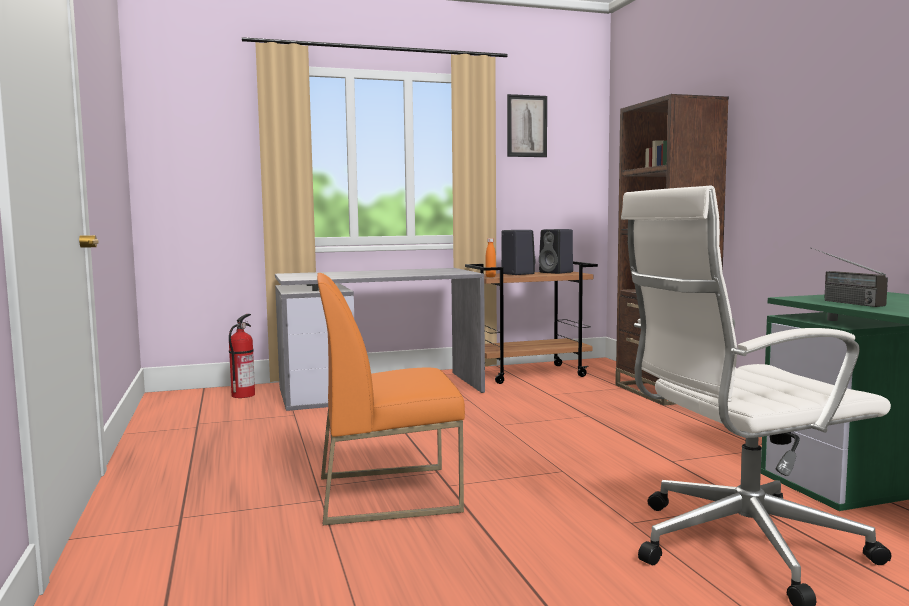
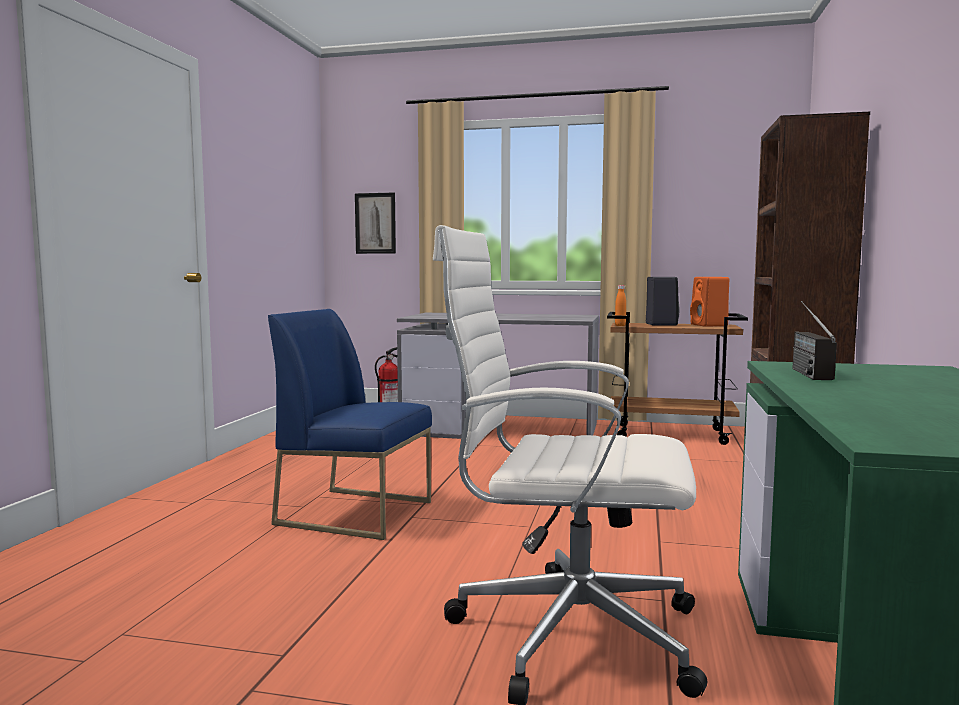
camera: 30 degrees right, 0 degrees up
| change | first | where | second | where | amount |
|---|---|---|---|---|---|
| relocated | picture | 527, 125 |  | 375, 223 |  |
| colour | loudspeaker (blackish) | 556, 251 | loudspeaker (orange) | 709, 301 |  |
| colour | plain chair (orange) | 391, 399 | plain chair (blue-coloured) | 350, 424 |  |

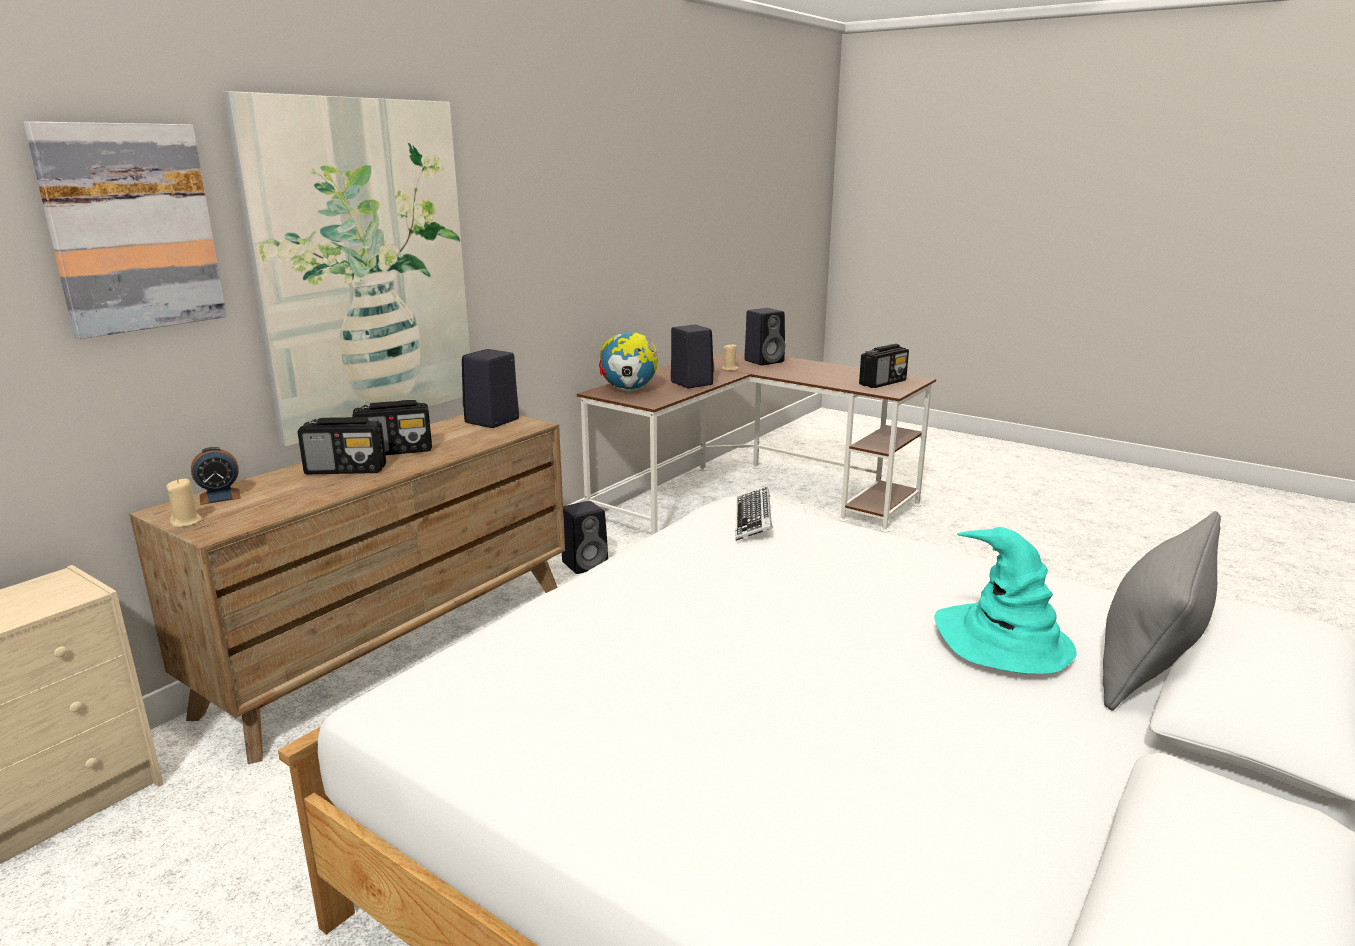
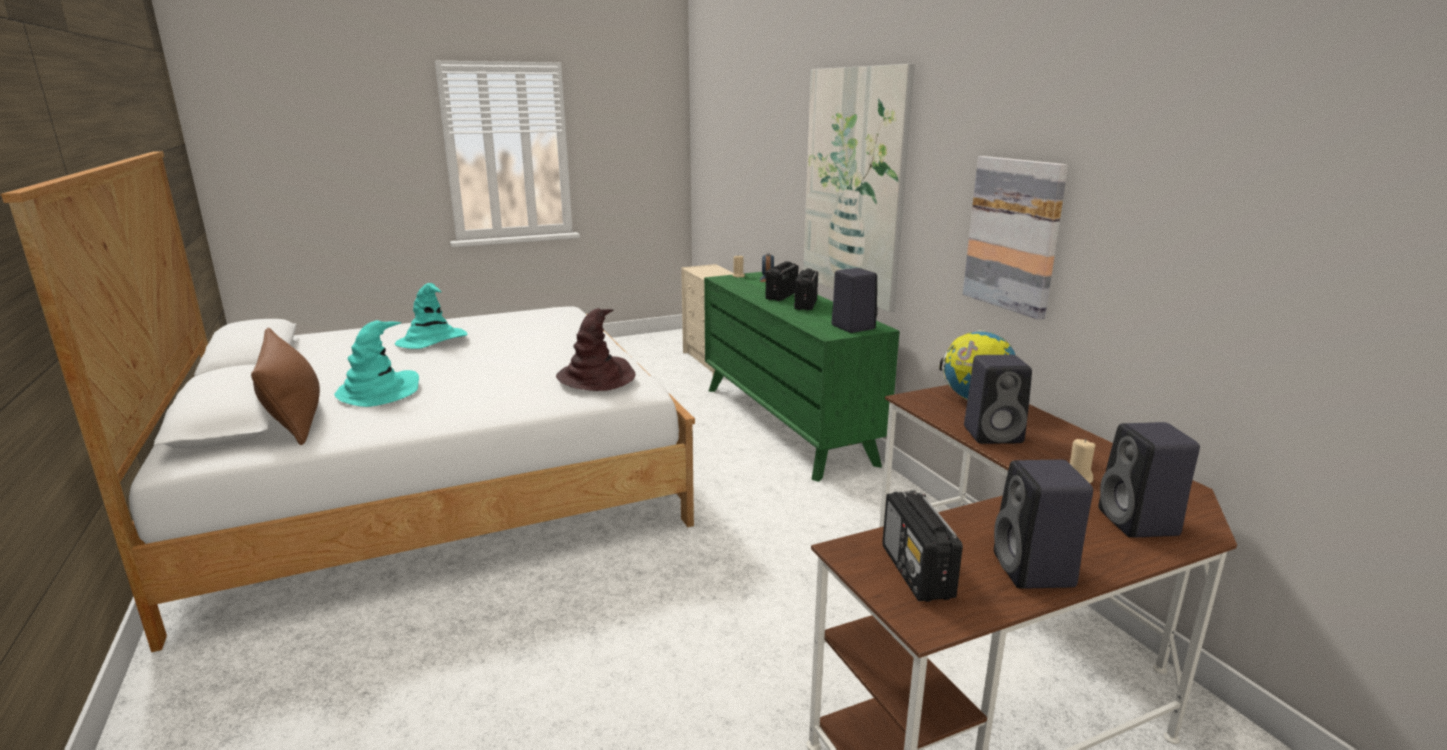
camera: 120 degrees right, 0 degrees up
| change | first | where | second | where | amount |
|---|---|---|---|---|---|
| relocated | picture | 125, 230 |  | 1015, 238 |  |
| colour | chest of drawers (brown) | 347, 589 | chest of drawers (greenish) | 802, 377 |  |
| exchanged | PC keyboard | 754, 514 | hat (brown) | 596, 349 |  |
| relocated | loudspeaker (blackish) | 585, 537 |  | 1043, 524 |  |
| colour | cushion (gray) | 1162, 611 | cushion (brown) | 285, 386 |  |
| appeared |  |  | hat (turquoise-coloured) | 431, 316 |  |

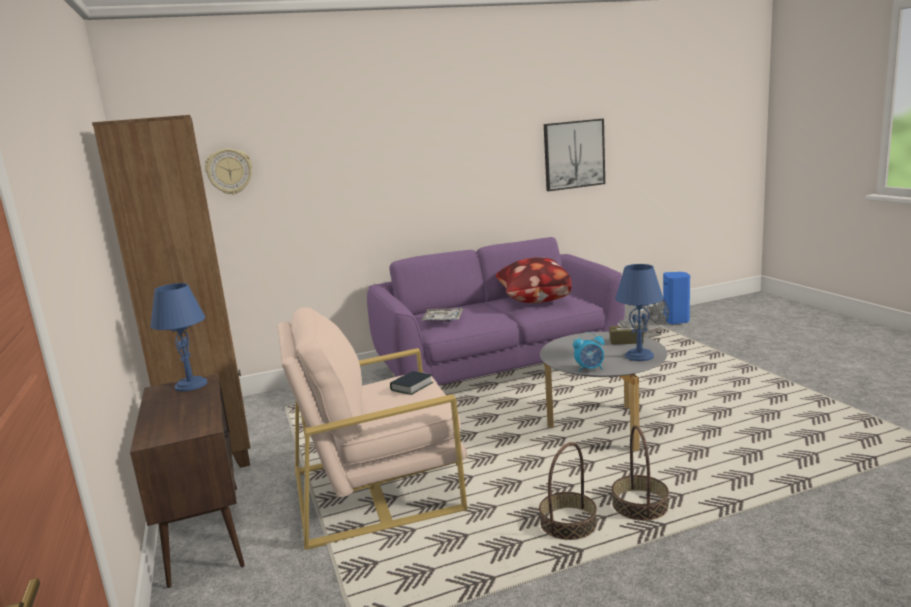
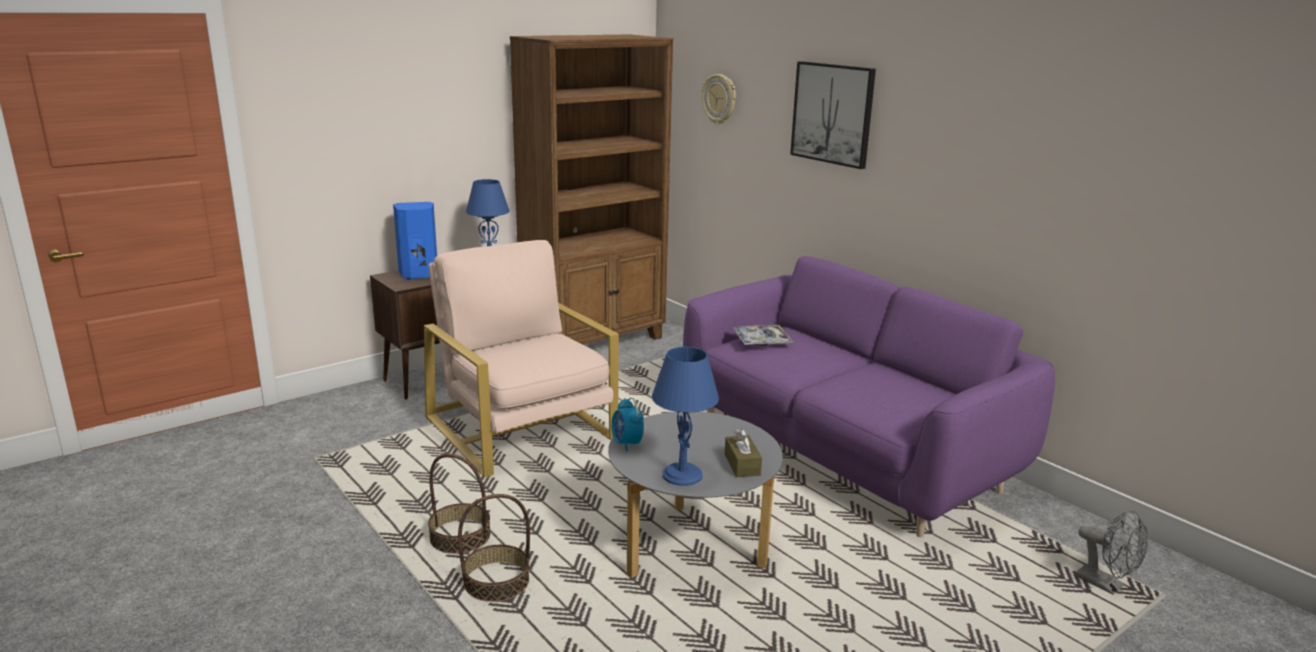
camera: 70 degrees right, 5 degrees up
| change | first | where | second | where | amount |
|---|---|---|---|---|---|
| relocated | picture | 574, 155 |  | 833, 115 |  |
| missing | cushion | 534, 280 |  |  |  |
| relocated | loudspeaker (blue-coloured) | 676, 298 |  | 415, 240 |  |
| missing | volume | 411, 383 |  |  |  |

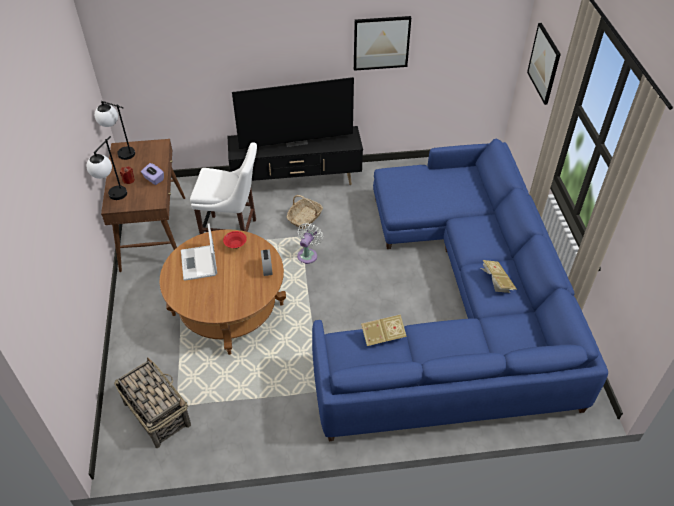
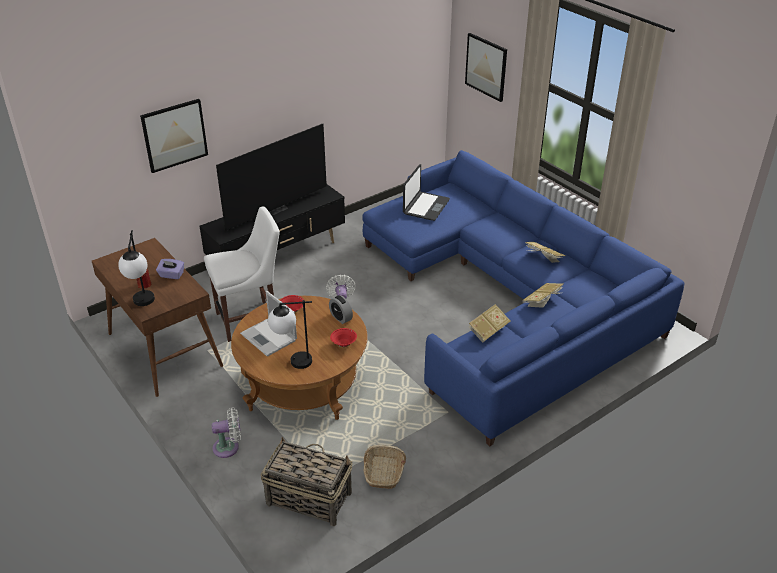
camera: 30 degrees left, 10 degrees down
| change | first | where | second | where | amount |
|---|---|---|---|---|---|
| relocated | picture | 382, 43 |  | 174, 136 |  |
| relocated | tabletop lamp | 115, 130 |  | 290, 334 |  |
| relocated | household basket | 305, 212 |  | 385, 467 |  |
| appeared |  |  | portable computer | 426, 192 |  |
| appeared |  |  | volume | 542, 295 |  |
| appeared |  |  | bowl (red-coloured) | 343, 337 |  |
| appeared |  |  | fan (white-coloured) | 226, 432 |  |

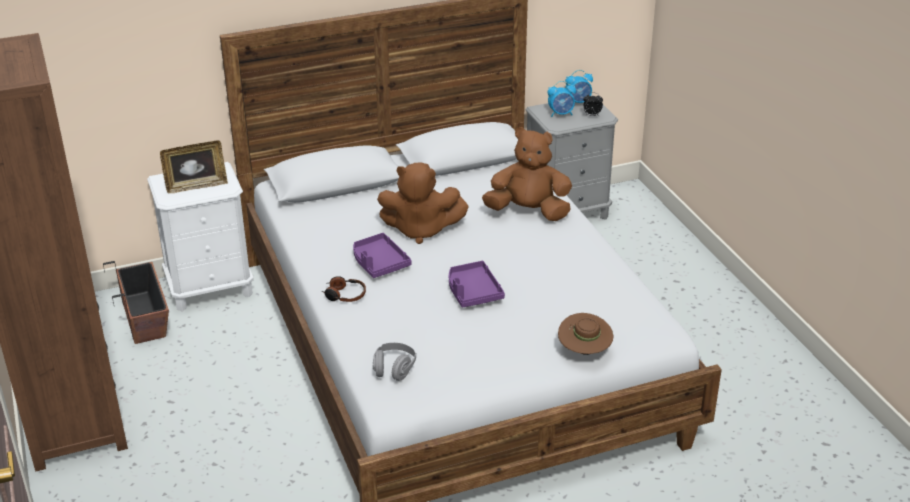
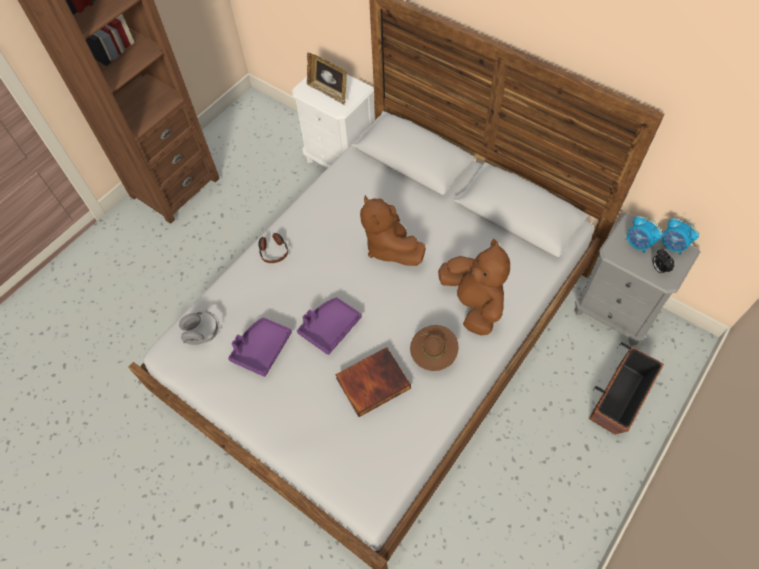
camera: 60 degrees right, 25 degrees up
| change | first | where | second | where | amount |
|---|---|---|---|---|---|
| relocated | serving tray (purple-coloured) | 382, 255 |  | 260, 347 |  |
| relocated | planter | 136, 302 |  | 626, 388 |  |
| relocated | hat (brown) | 585, 334 |  | 434, 348 |  |
| appeared |  |  | volume | 373, 382 |  |

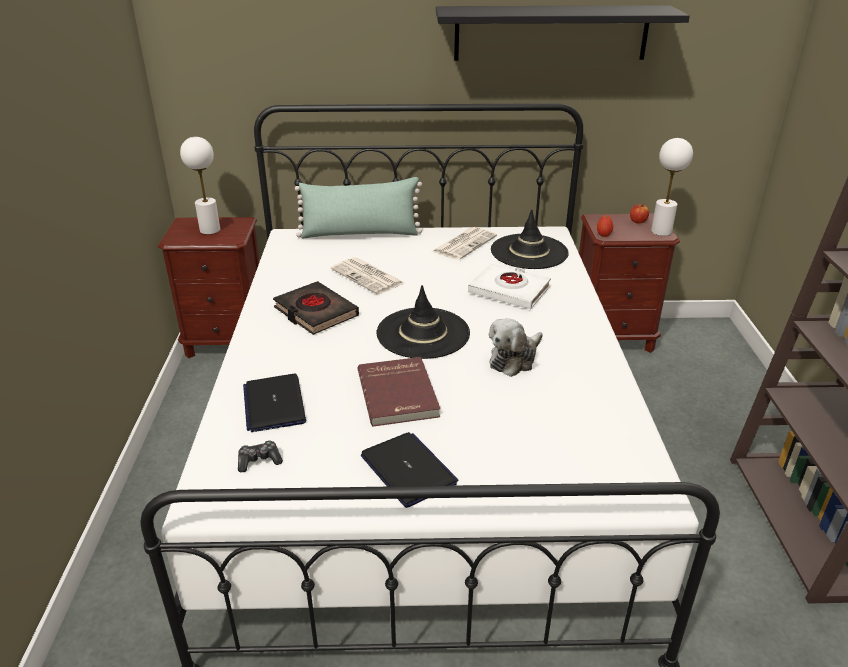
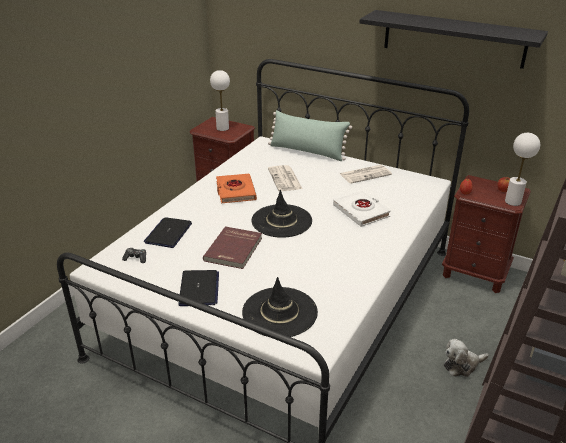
camera: 30 degrees right, 0 degrees up
| change | first | where | second | where | amount |
|---|---|---|---|---|---|
| relocated | hat (blackish) | 530, 239 |  | 280, 307 |  |
| colour | volume (blackish) | 316, 308 | volume (orange) | 236, 188 |  |
| relocated | soft toy | 516, 347 |  | 466, 358 |  |

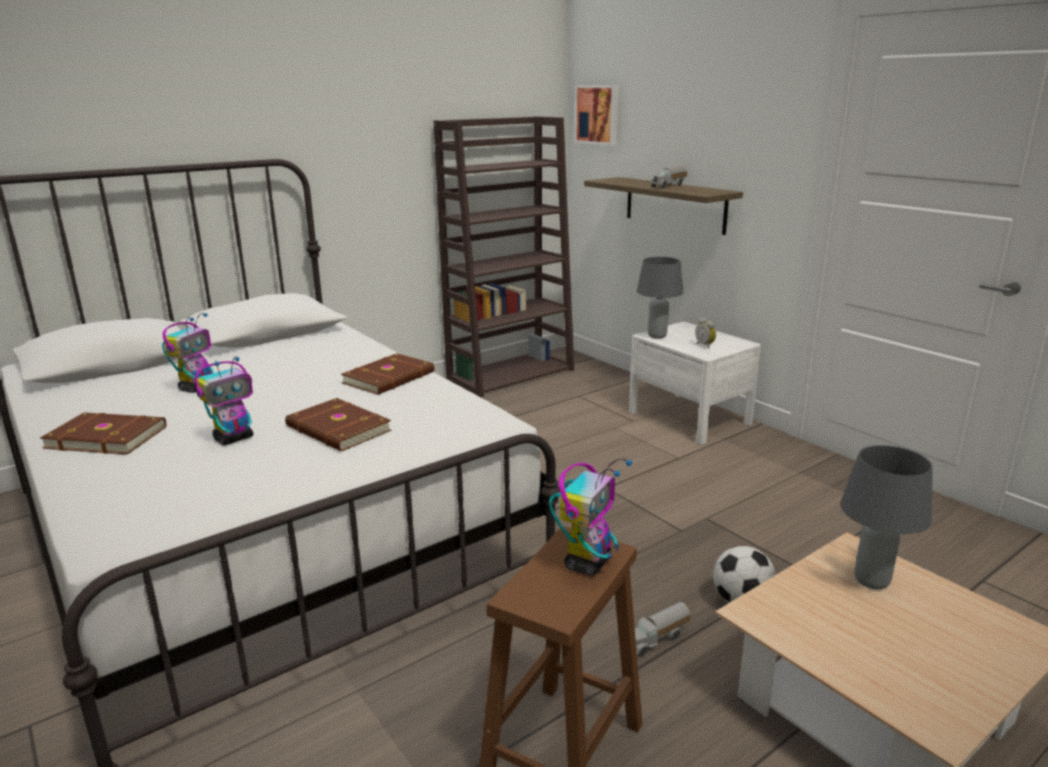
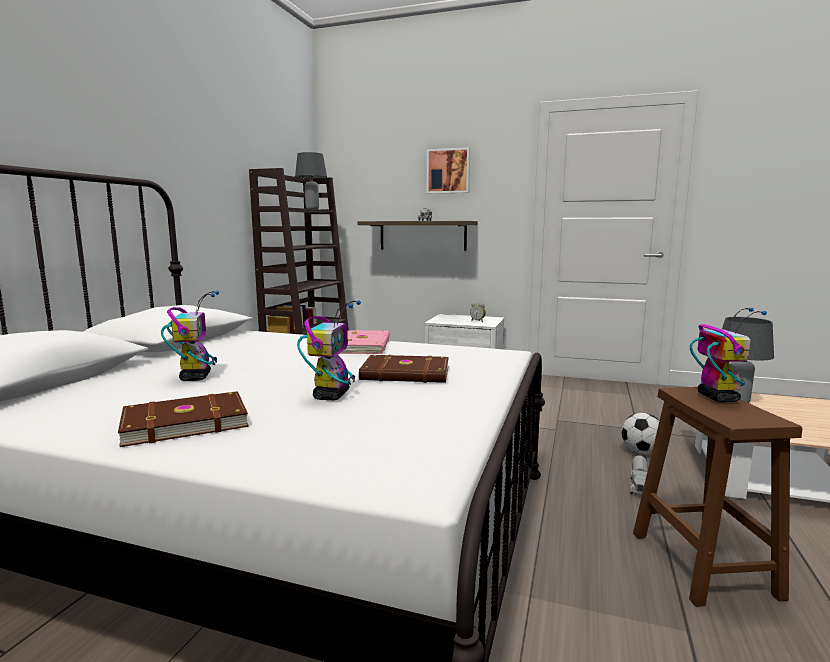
camera: 35 degrees left, 10 degrees down
| change | first | where | second | where | amount |
|---|---|---|---|---|---|
| relocated | picture | 596, 115 |  | 448, 170 |  |
| relocated | tabletop lamp (gray) | 660, 298 |  | 311, 180 |  |
| colour | volume (brown) | 387, 374 | volume (pink-coloured) | 365, 342 |  |

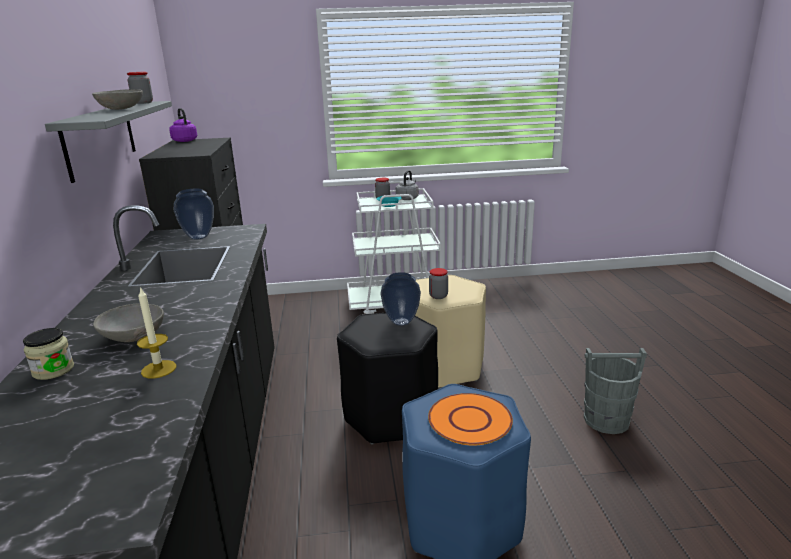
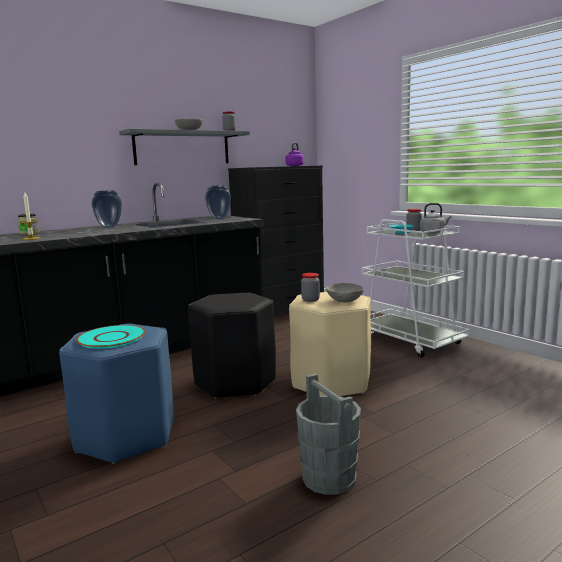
camera: 60 degrees right, 10 degrees down
| change | first | where | second | where | amount |
|---|---|---|---|---|---|
| relocated | decorative vase | 400, 299 |  | 106, 209 |  |
| relocated | bowl (gray) | 128, 322 |  | 345, 292 |  |
| colour | dinner plate (orange) | 470, 419 | dinner plate (turquoise-coloured) | 111, 337 |  |

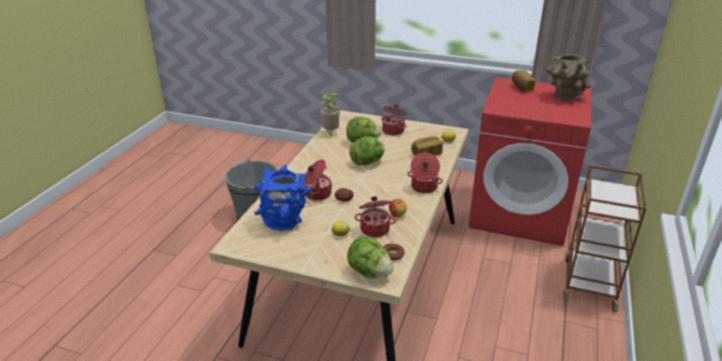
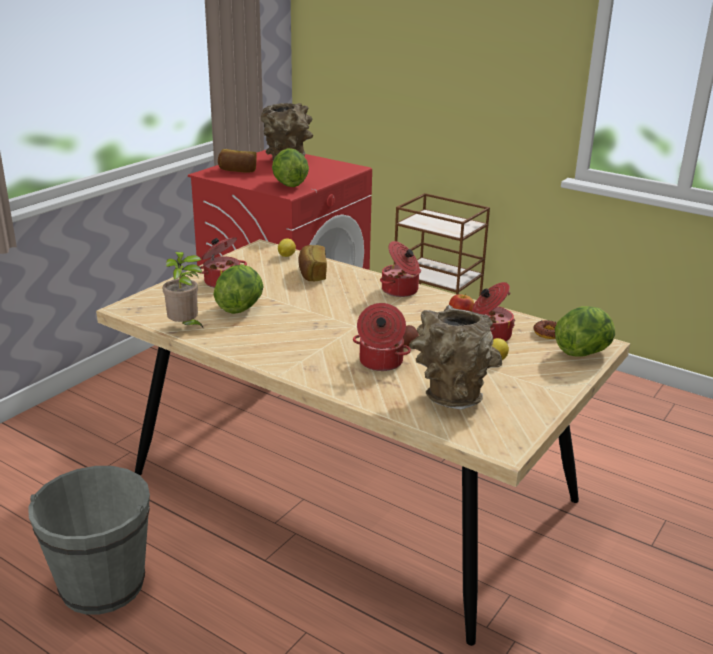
camera: 75 degrees left, 5 degrees down
| change | first | where | second | where | amount |
|---|---|---|---|---|---|
| relocated | lettuce head | 367, 150 |  | 290, 167 |  |
| colour | decorative vase (blue-coloured) | 283, 198 | decorative vase (brown) | 455, 357 |  |

